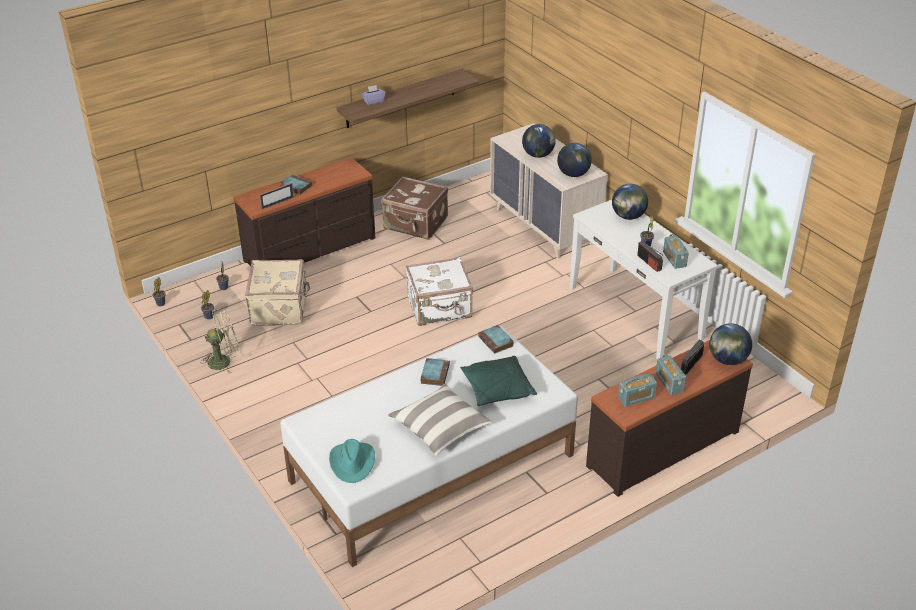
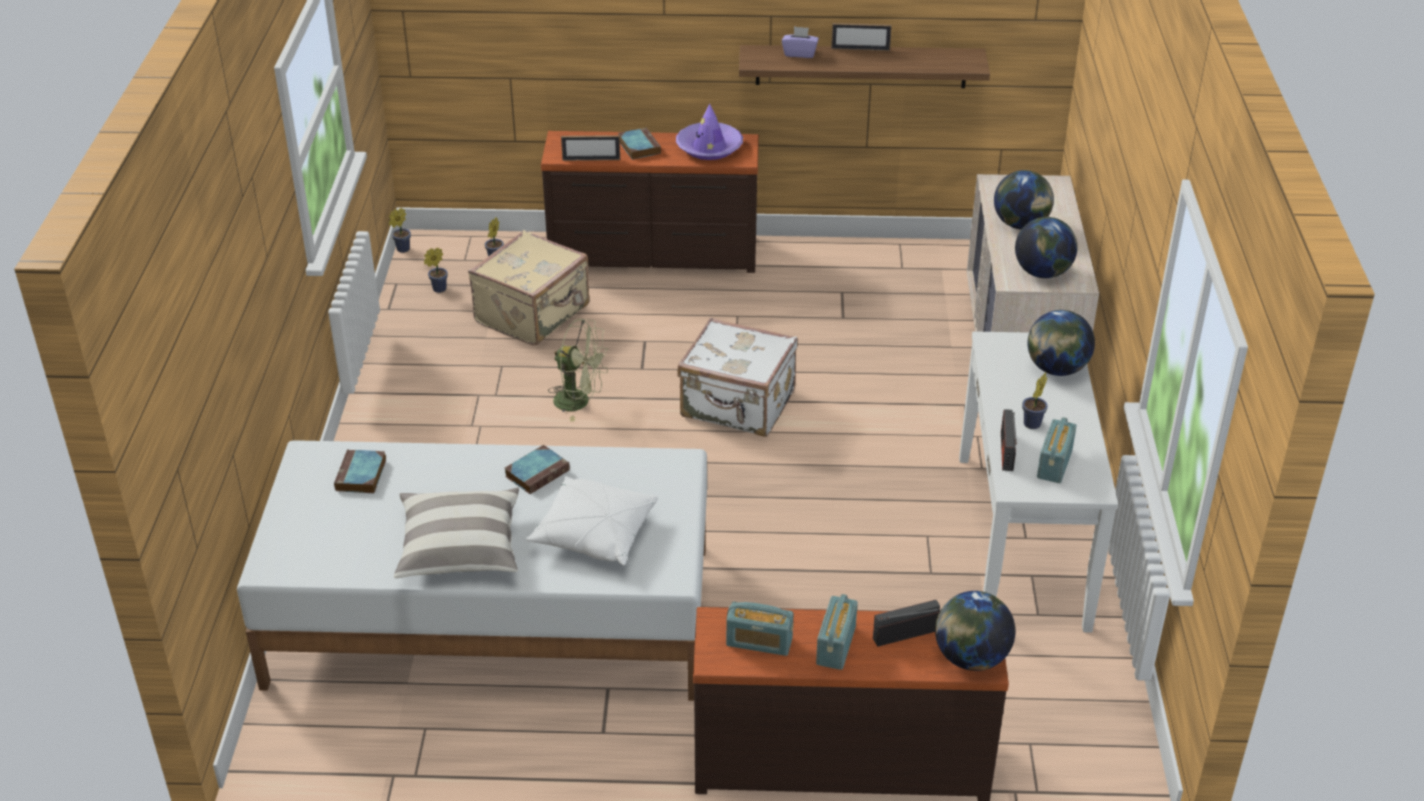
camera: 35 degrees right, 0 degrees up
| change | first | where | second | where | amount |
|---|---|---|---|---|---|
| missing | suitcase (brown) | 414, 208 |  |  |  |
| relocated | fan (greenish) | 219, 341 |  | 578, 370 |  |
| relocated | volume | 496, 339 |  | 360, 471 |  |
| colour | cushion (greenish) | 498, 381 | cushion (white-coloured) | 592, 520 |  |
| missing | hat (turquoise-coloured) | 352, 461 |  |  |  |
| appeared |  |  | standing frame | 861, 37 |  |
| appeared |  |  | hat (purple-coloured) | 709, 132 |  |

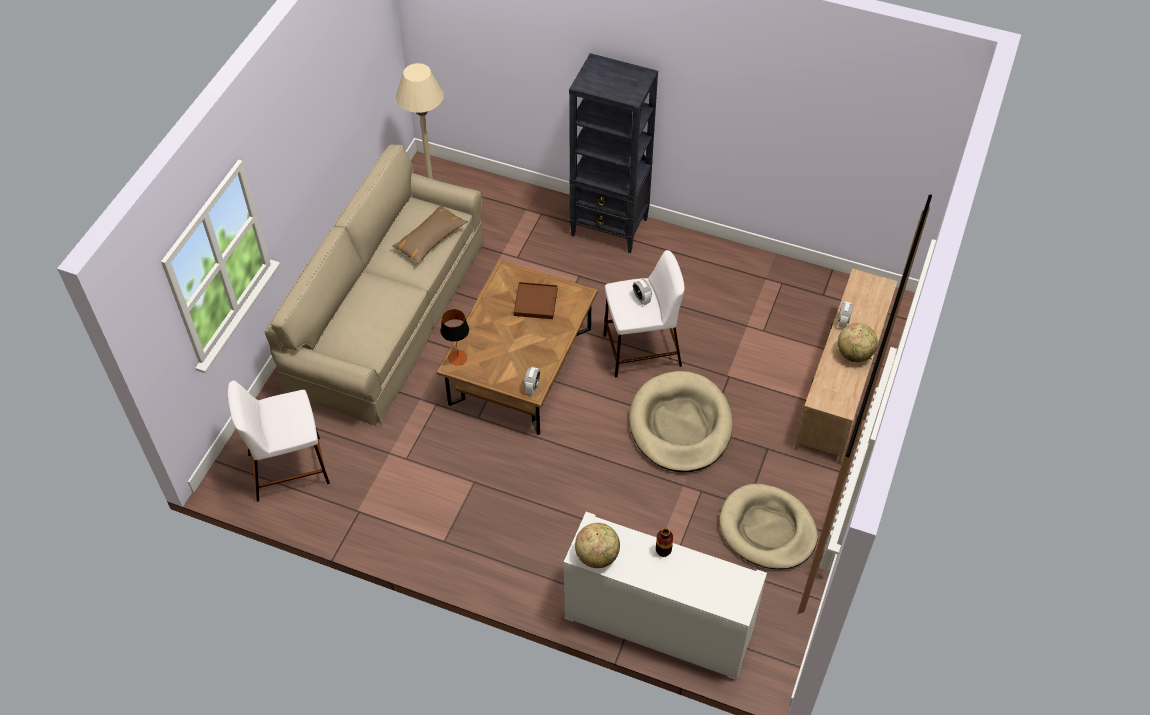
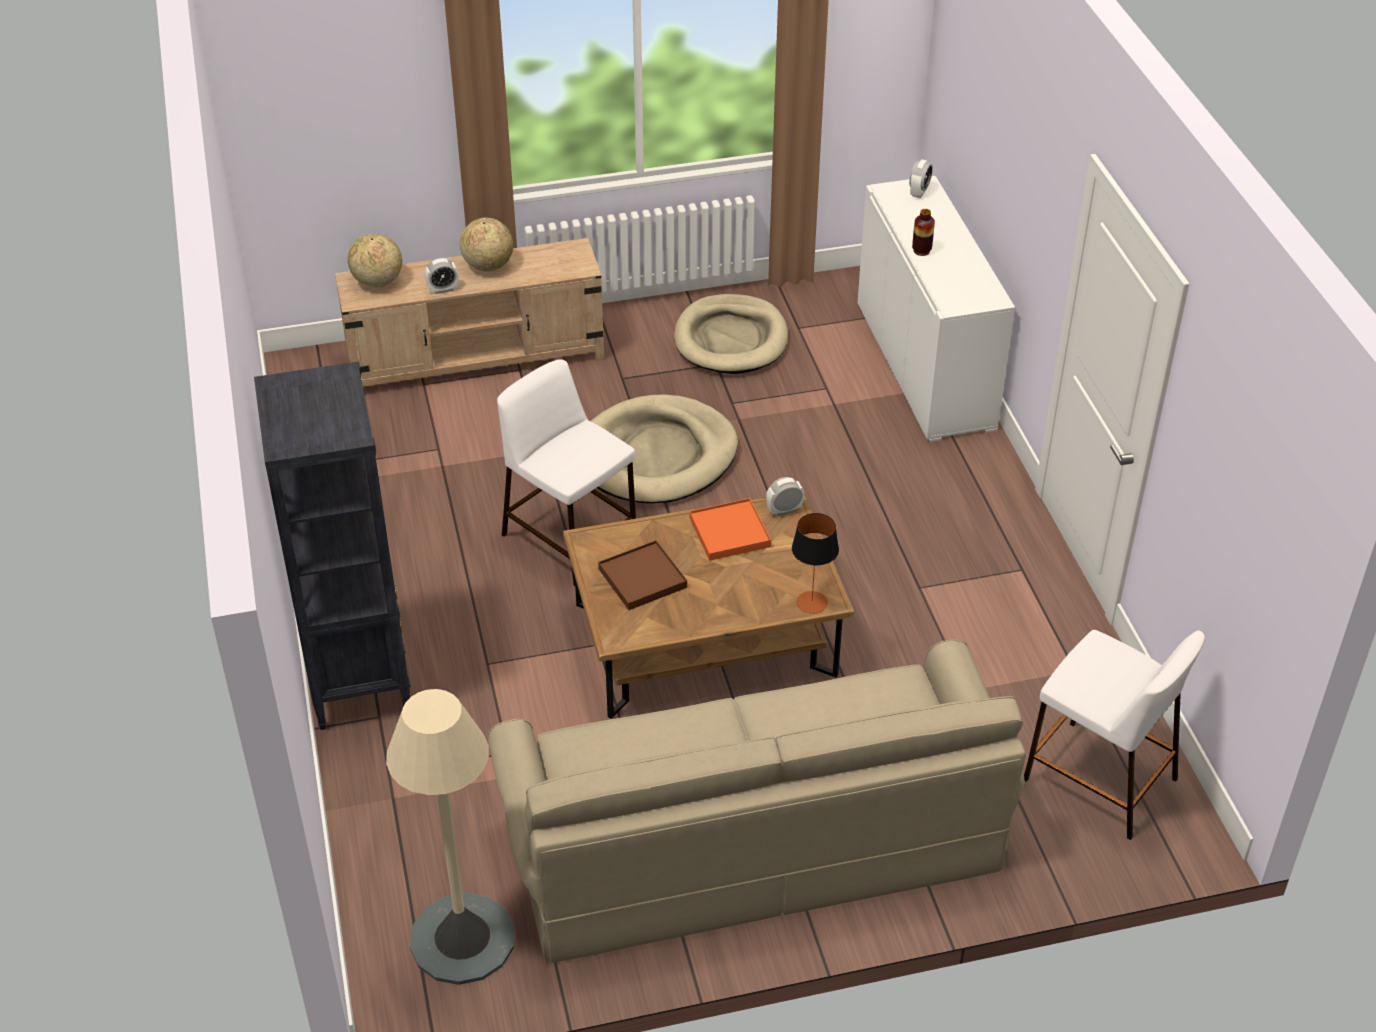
camera: 125 degrees left, 10 degrees down
| change | first | where | second | where | amount |
|---|---|---|---|---|---|
| missing | cushion (brown) | 430, 234 |  |  |  |
| relocated | table clock | 642, 292 |  | 921, 178 |  |
| relocated | desk globe | 597, 545 |  | 375, 260 |  |
| appeared |  |  | serving tray (orange) | 730, 529 |  |

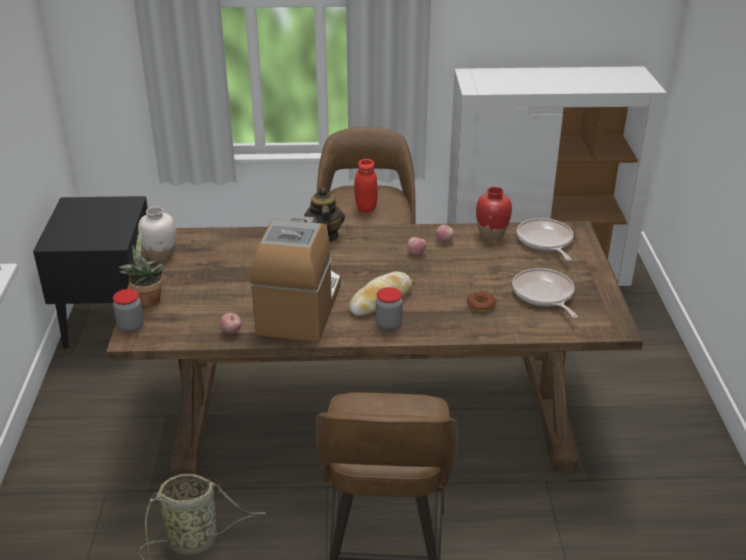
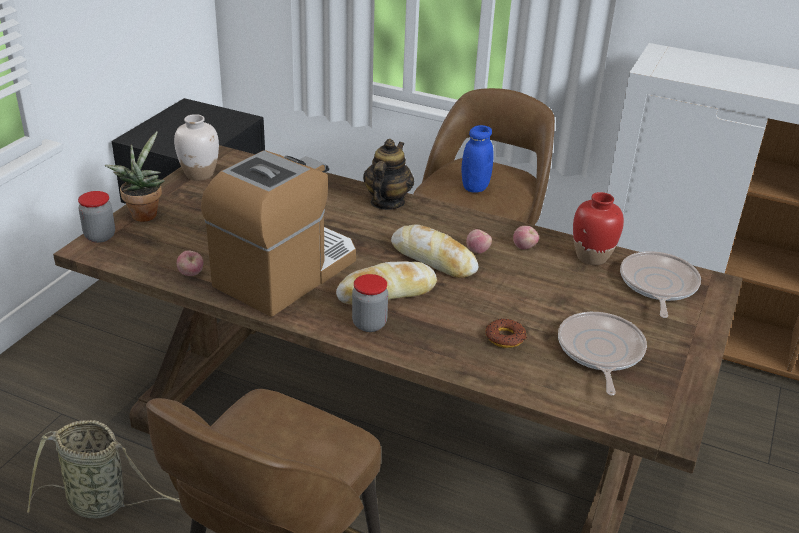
camera: 25 degrees right, 0 degrees up
| change | first | where | second | where | amount |
|---|---|---|---|---|---|
| colour | jar (red-coloured) | 366, 185 | jar (blue-coloured) | 478, 159 |  |
| appeared |  |  | baked bread | 434, 251 |  |

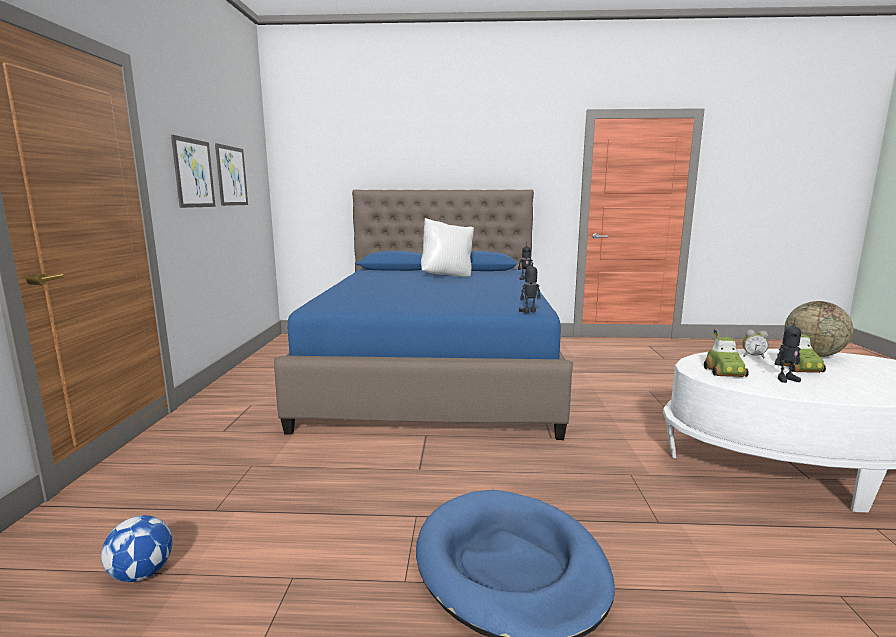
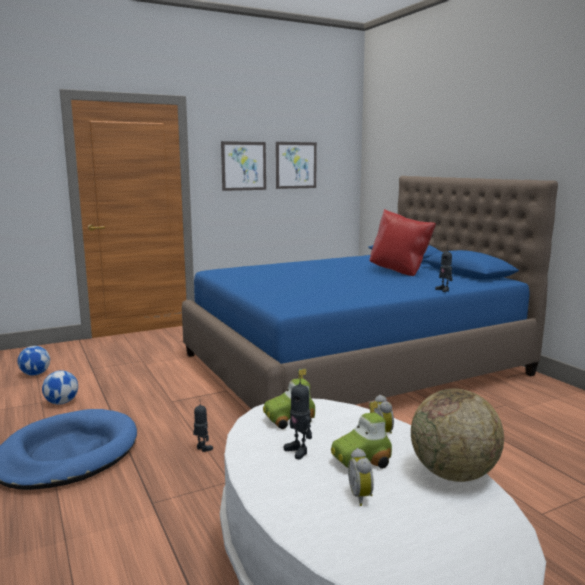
camera: 60 degrees right, 0 degrees up
| change | first | where | second | where | amount |
|---|---|---|---|---|---|
| colour | cushion (white-coloured) | 447, 247 | cushion (red-coloured) | 403, 242 |  |
| relocated | model robot | 529, 286 |  | 203, 425 |  |
| appeared |  |  | ball for football | 60, 388 |  |
| appeared |  |  | table clock | 361, 477 |  |

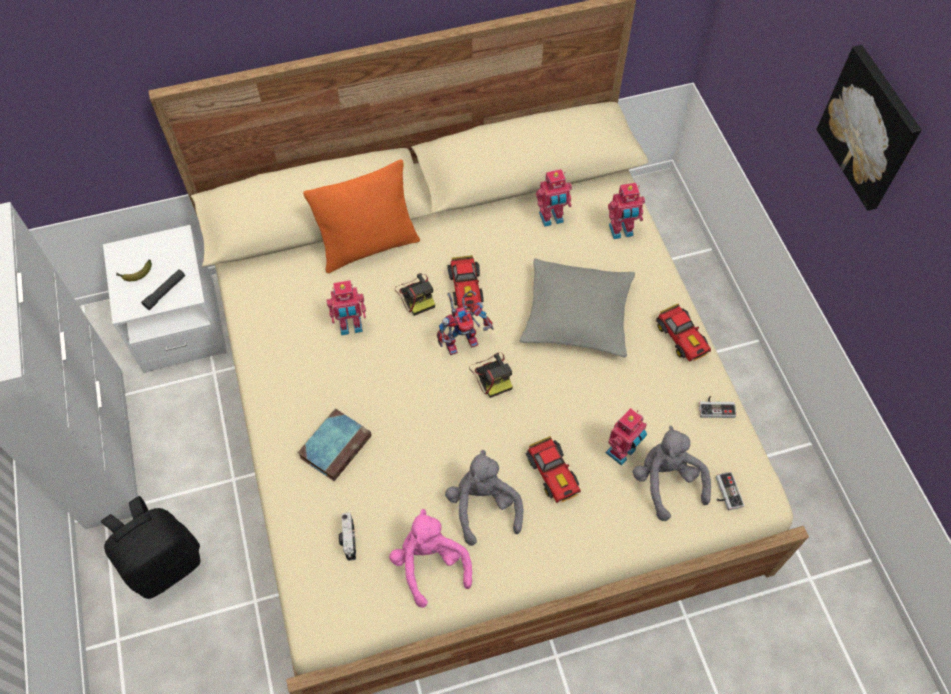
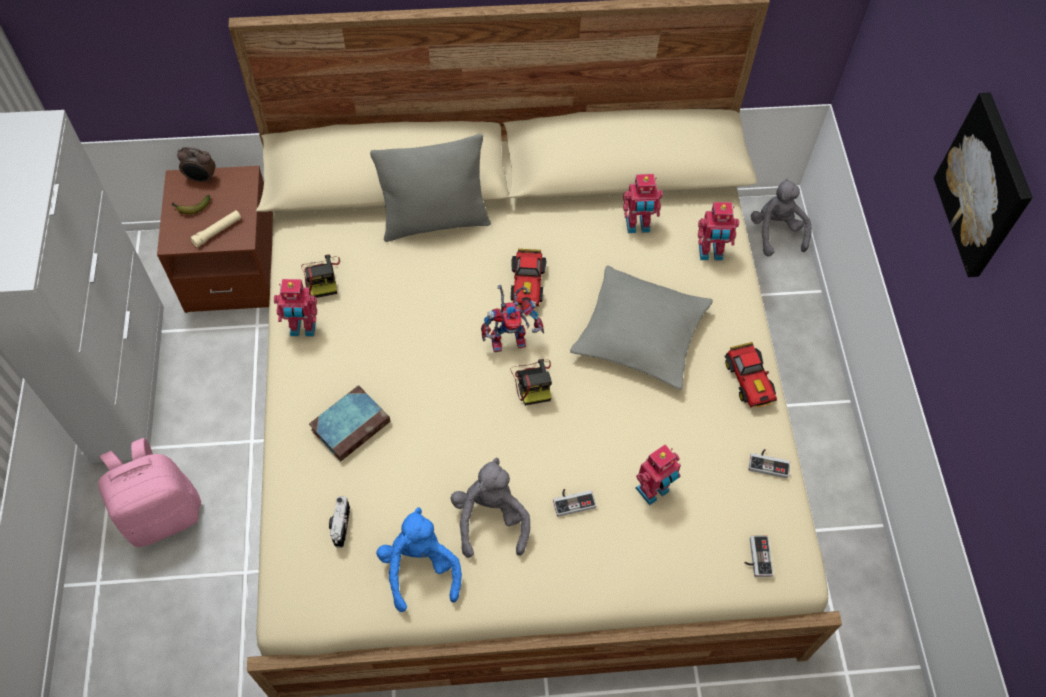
camera: 10 degrees right, 0 degrees up
| change | first | where | second | where | amount |
|---|---|---|---|---|---|
| colour | cushion (orange) | 361, 216 | cushion (gray) | 430, 188 |  |
| colour | bedside table (white-coloured) | 165, 299 | bedside table (brown) | 215, 239 |  |
| colour | hand torch (blackish) | 163, 289 | hand torch (beige-coloured) | 215, 228 |  |
| relocated | photo camera | 415, 294 |  | 320, 276 |  |
| relocated | model robot | 346, 308 |  | 295, 307 |  |
| relocated | soft toy (gray) | 672, 473 |  | 781, 218 |  |
| exchanged | model car | 553, 469 | joypad | 574, 503 |  |
| colour | knapsack (blackish) | 150, 547 | knapsack (pink-coloured) | 149, 492 |  |
| colour | soft toy (pink-coloured) | 430, 558 | soft toy (blue-coloured) | 419, 559 |  |
| appeared |  |  | table clock | 196, 165 |  |

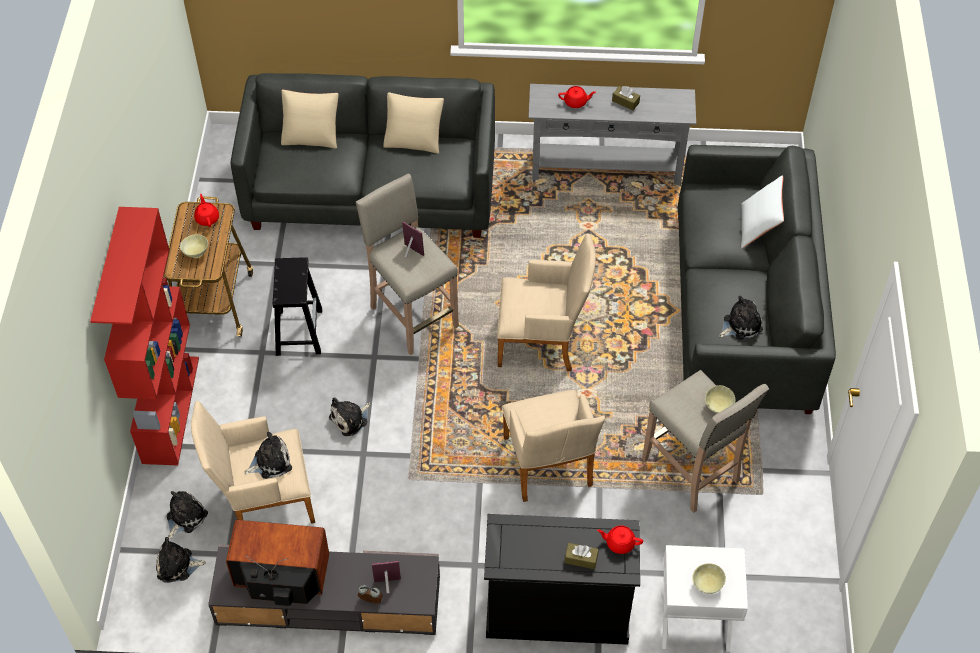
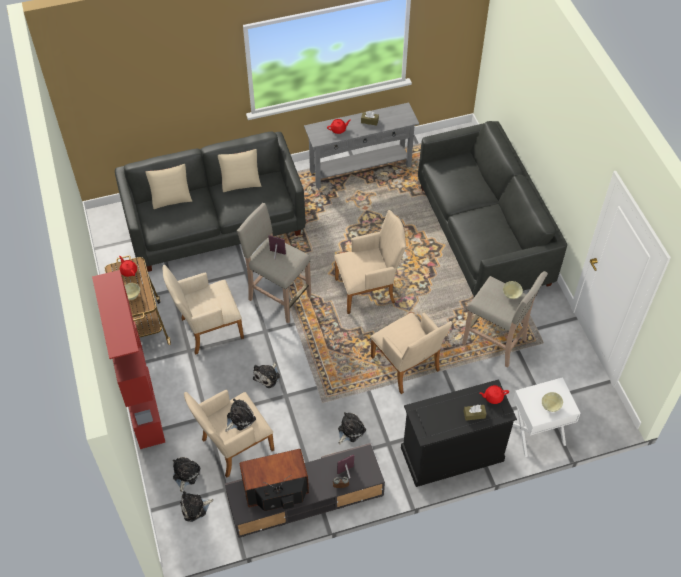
camera: 20 degrees left, 0 degrees up
| change | first | where | second | where | amount |
|---|---|---|---|---|---|
| missing | cushion (white-coloured) | 762, 212 |  |  |  |
| exchanged | stool seat (blackish) | 297, 306 | armchair (beige-coloured) | 203, 310 |  |
| relocated | soft toy | 741, 318 |  | 352, 428 |  |

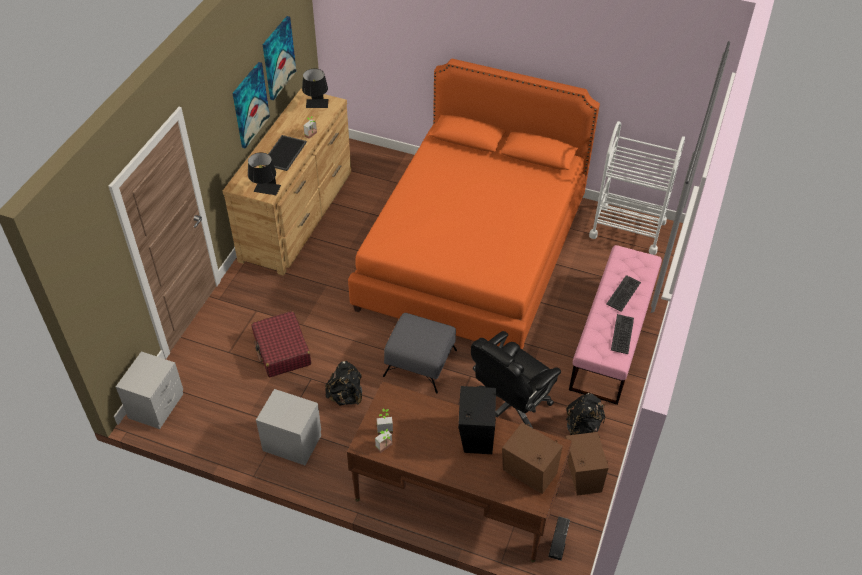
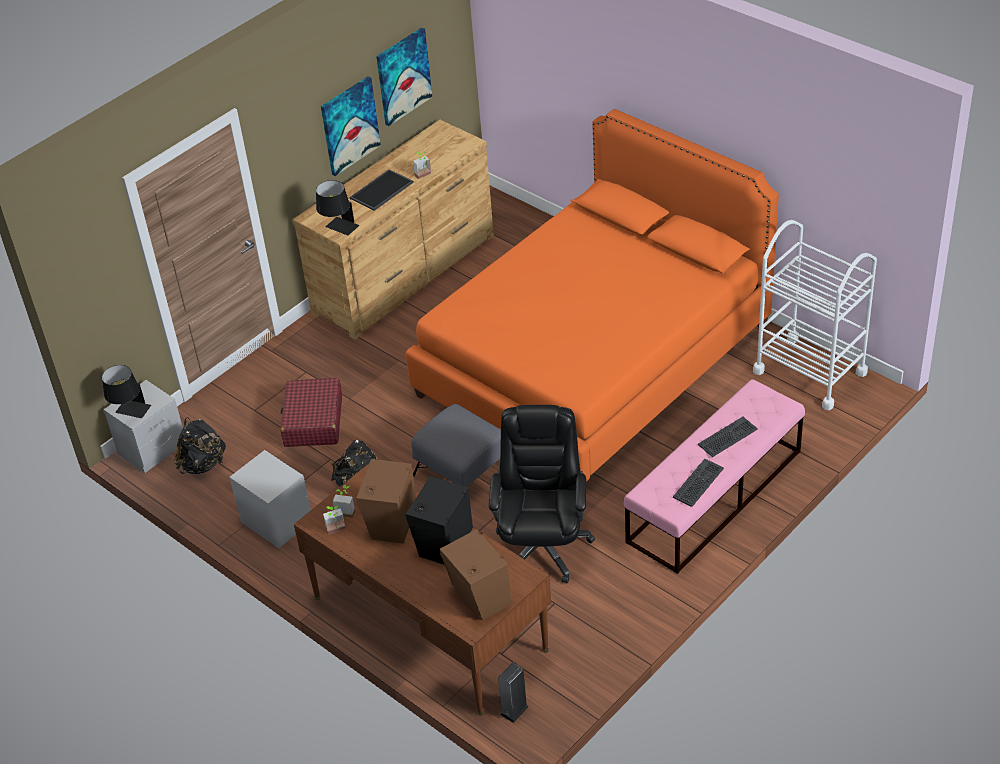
camera: 25 degrees right, 5 degrees down
| change | first | where | second | where | amount |
|---|---|---|---|---|---|
| relocated | tabletop lamp (blackish) | 315, 88 |  | 126, 391 |  |
| spun | office chair (blackish) | 516, 379 |  | 542, 494 | 120 degrees clockwise |
| relocated | knapsack (blackish) | 585, 414 |  | 200, 445 |  |
| relocated | loudspeaker (brown) | 587, 464 |  | 386, 501 |  |

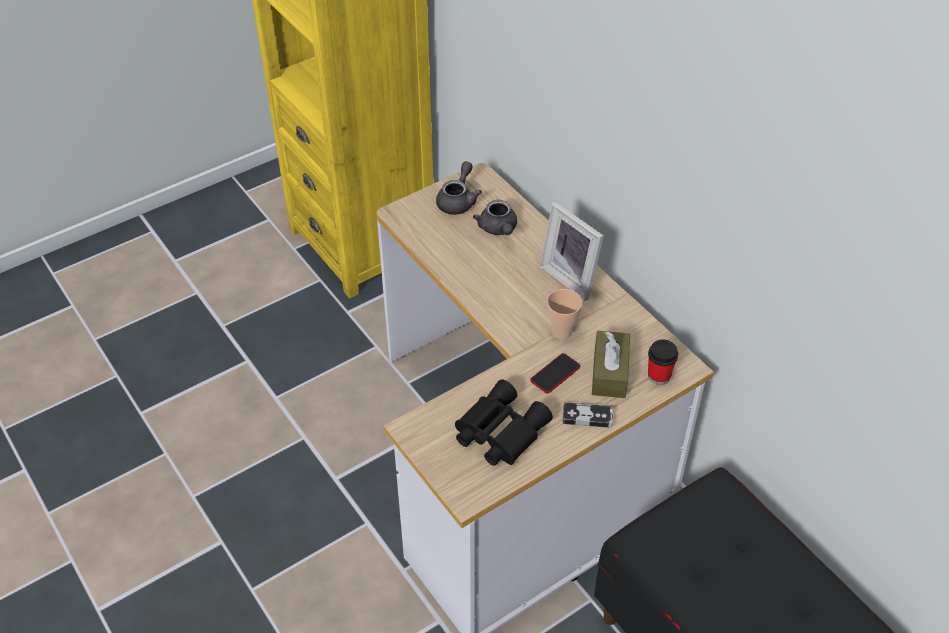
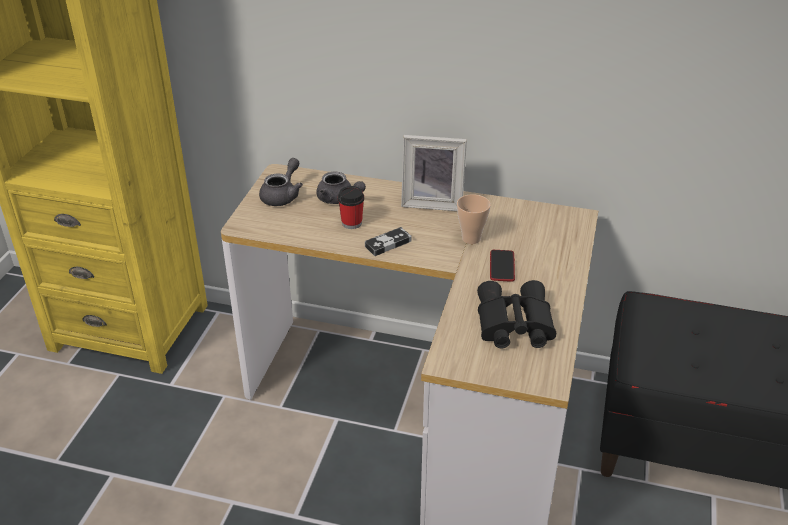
camera: 40 degrees left, 10 degrees down
| change | first | where | second | where | amount |
|---|---|---|---|---|---|
| spun | teapot (gray) | 459, 188 |  | 281, 182 | 45 degrees clockwise |
| missing | tissue box (brown) | 611, 364 |  |  |  |
| relocated | cup | 663, 362 |  | 351, 207 |  |
| relocated | joypad | 587, 415 |  | 388, 241 |  |

